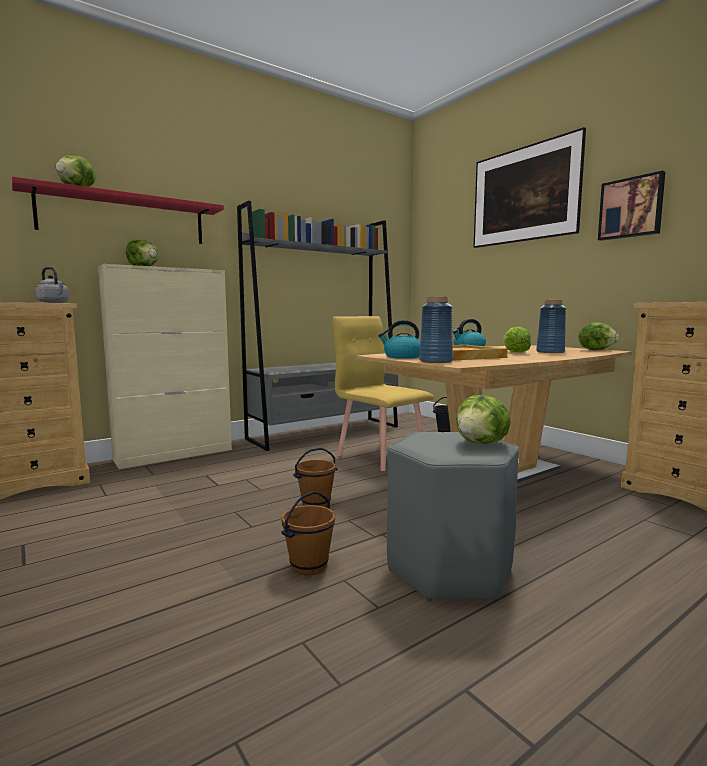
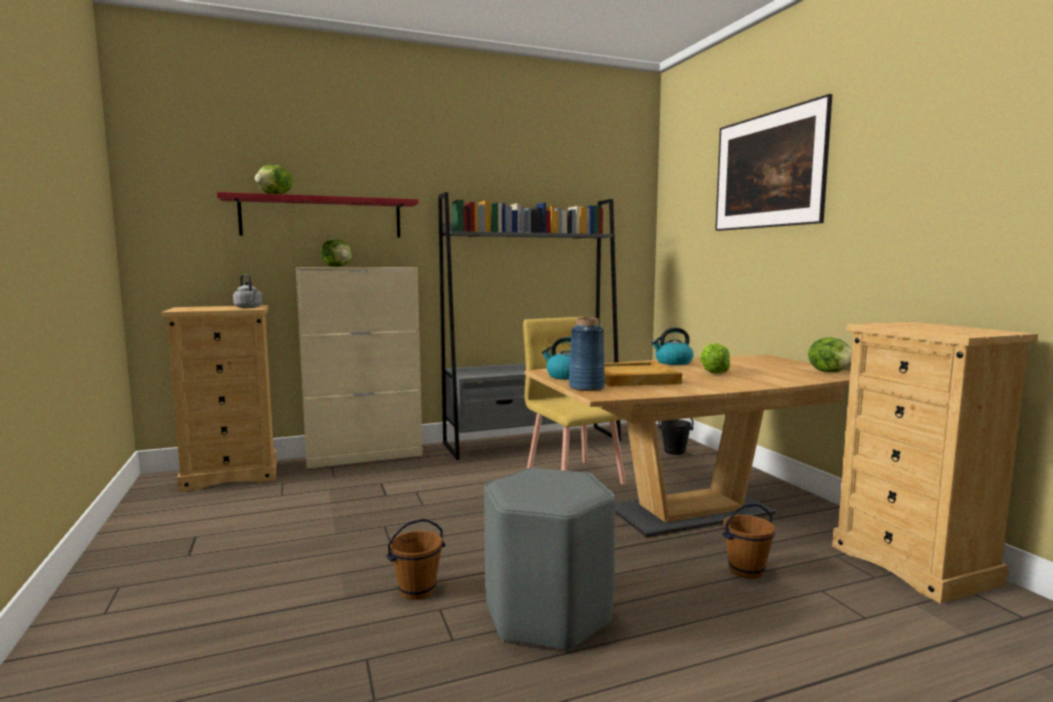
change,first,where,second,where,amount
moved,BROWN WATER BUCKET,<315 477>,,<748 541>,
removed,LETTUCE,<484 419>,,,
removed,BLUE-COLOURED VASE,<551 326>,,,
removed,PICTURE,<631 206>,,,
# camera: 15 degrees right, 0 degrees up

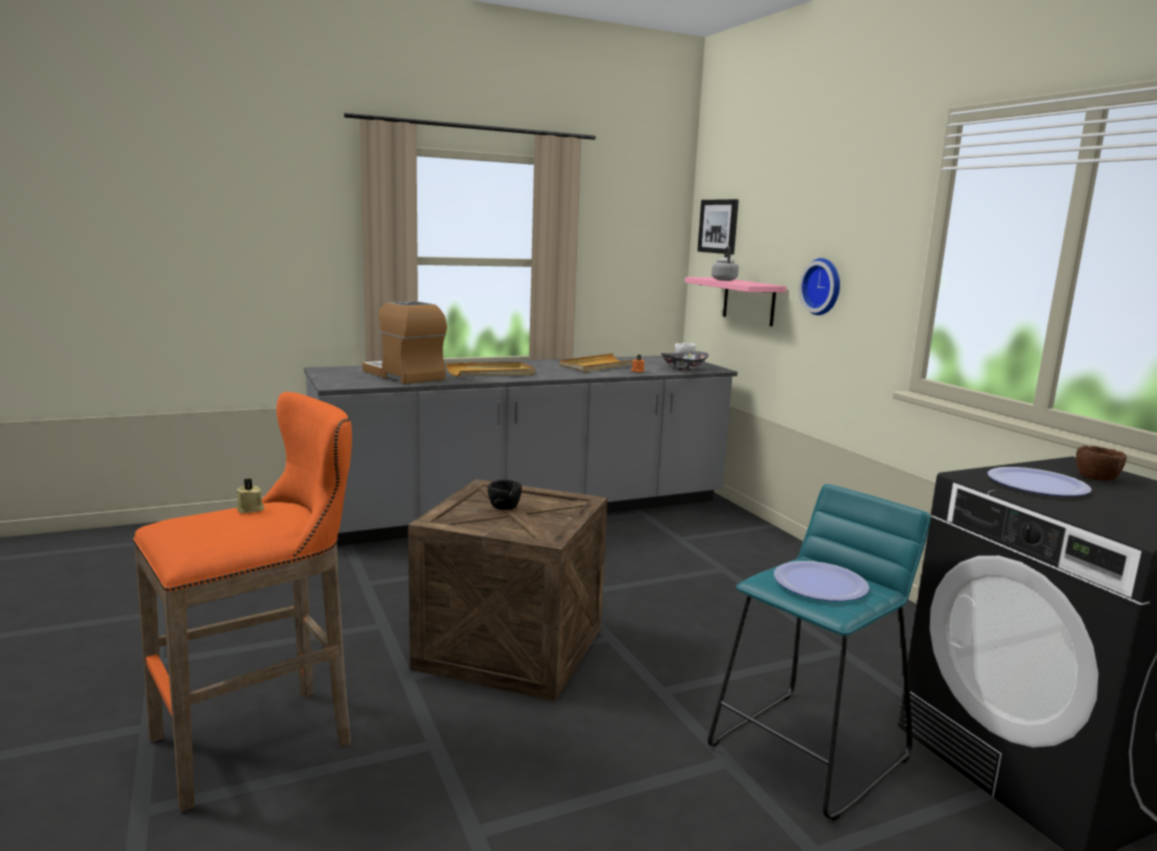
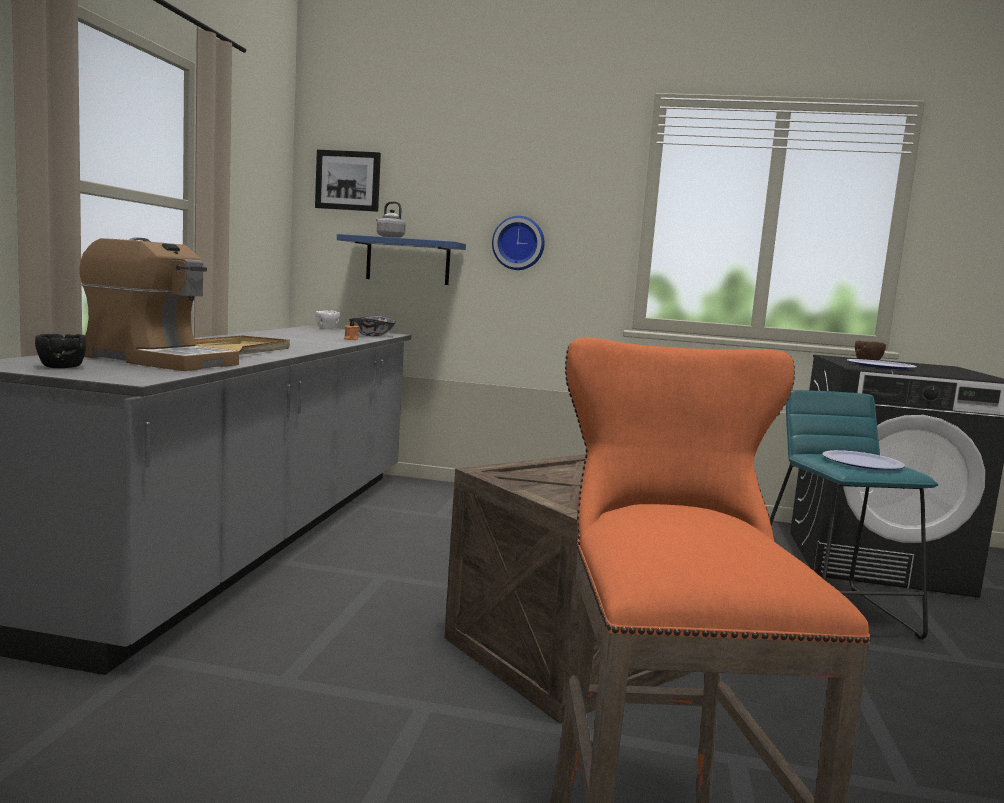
change,first,where,second,where,amount
moved,BLACKISH DEEP DISH,<505 495>,,<60 351>,
turned,COFFEE MAKER,<404 342>,,<159 304>,150 degrees counterclockwise
recoloured,PINK BRACKET SHELF,<735 301>,BLUE-COLOURED BRACKET SHELF,<401 259>,
removed,BEIGE WAX CANDLE,<250 495>,,,
removed,BEIGE TRAY,<596 362>,,,
# camera: 55 degrees left, 5 degrees down

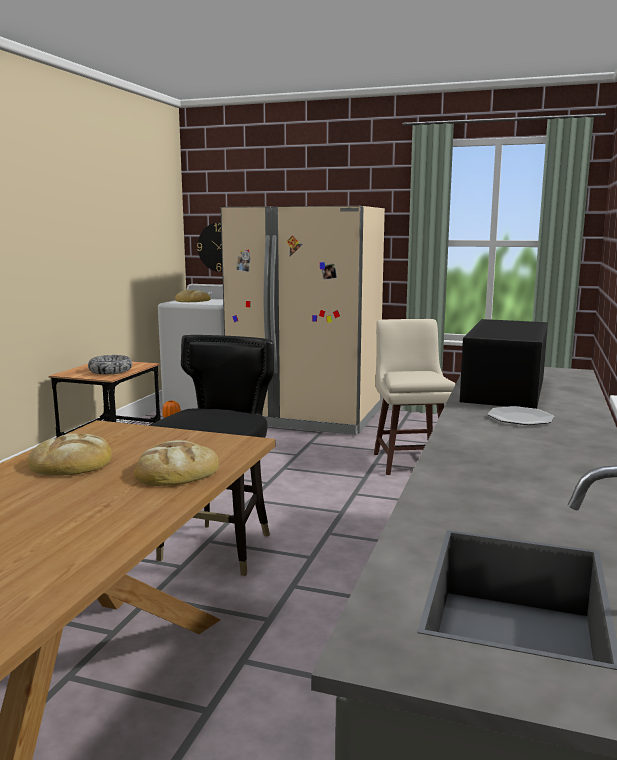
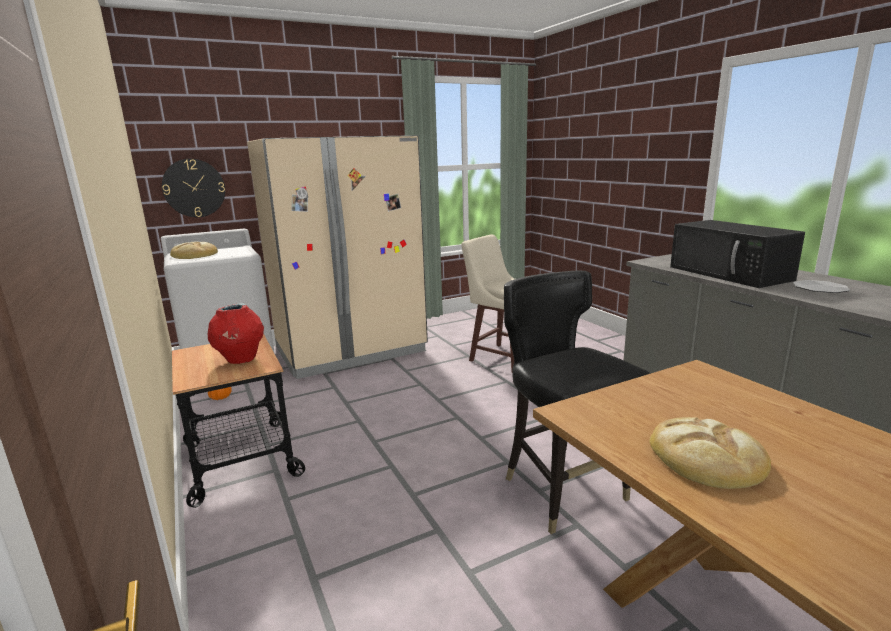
change,first,where,second,where,amount
replaced,DEEP DISH,<110 364>,RED-COLOURED VASE,<236 333>,
removed,BAKERY BREAD,<176 463>,,,
# camera: 45 degrees left, 5 degrees up

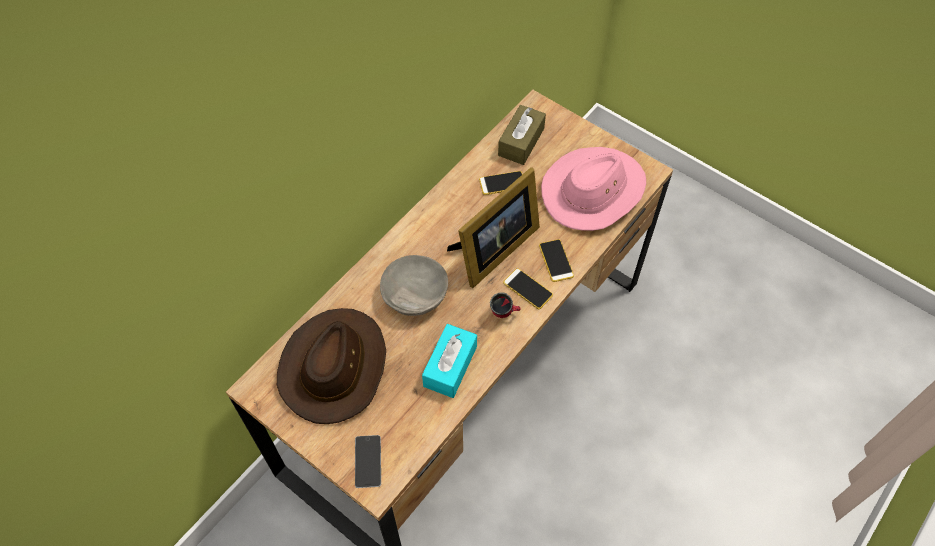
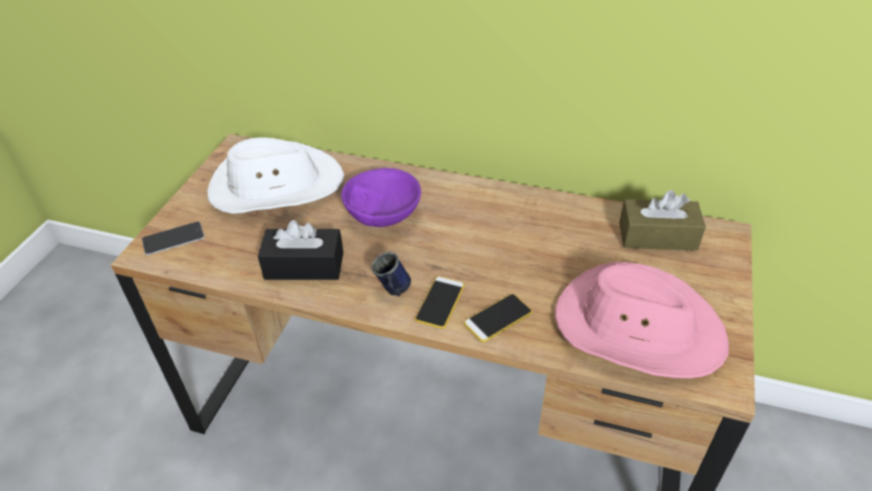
change,first,where,second,where,amount
recoloured,BROWN HAT,<331 366>,WHITE HAT,<275 176>,
recoloured,TURQUOISE-COLOURED TISSUE BOX,<449 361>,BLACKISH TISSUE BOX,<300 250>,
recoloured,GRAY DEEP DISH,<414 285>,PURPLE-COLOURED DEEP DISH,<381 197>,
recoloured,RED-COLOURED COFFEE MUG,<505 305>,BLUE-COLOURED COFFEE MUG,<391 274>,
removed,STANDING FRAME,<493 227>,,,
removed,HANDSET,<500 183>,,,
# camera: 70 degrees right, 15 degrees down

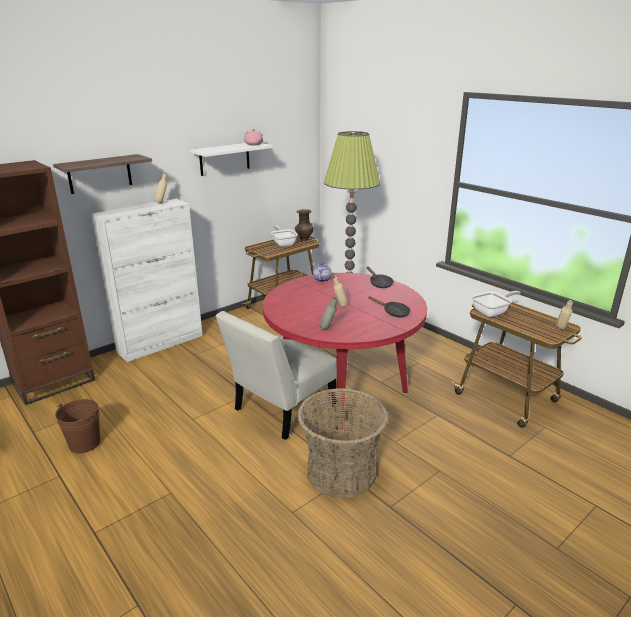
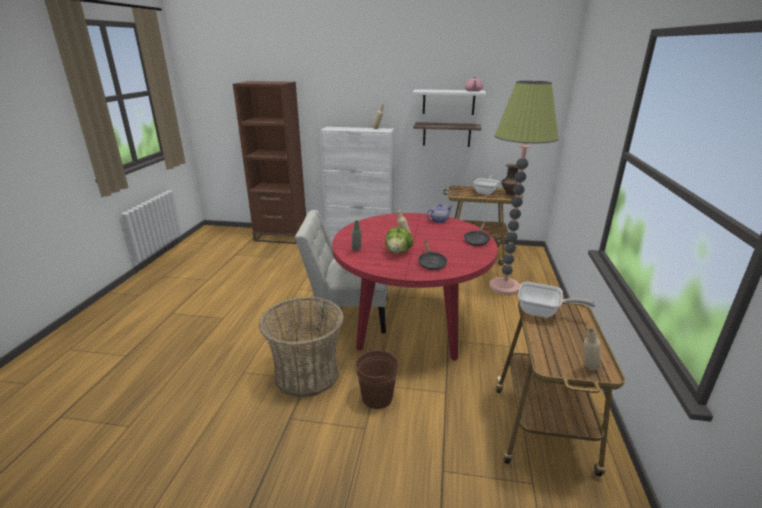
change,first,where,second,where,amount
moved,BROWN WATER BUCKET,<77 426>,,<376 378>,
added,,,LETTUCE,<399 240>,
moved,BRACKET SHELF,<102 174>,,<447 134>,
# camera: 50 degrees right, 0 degrees up

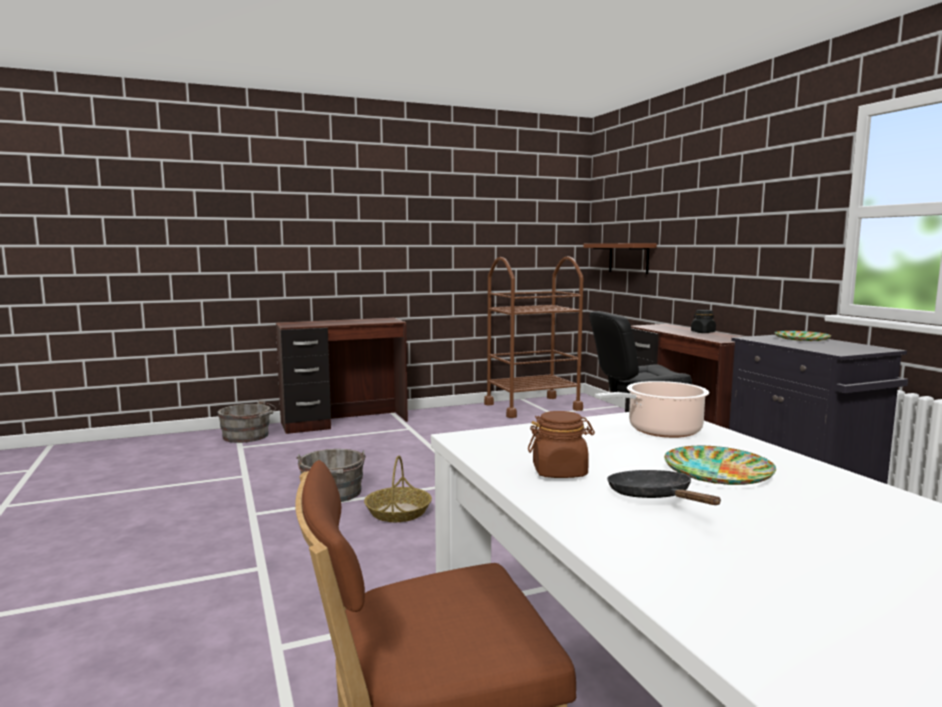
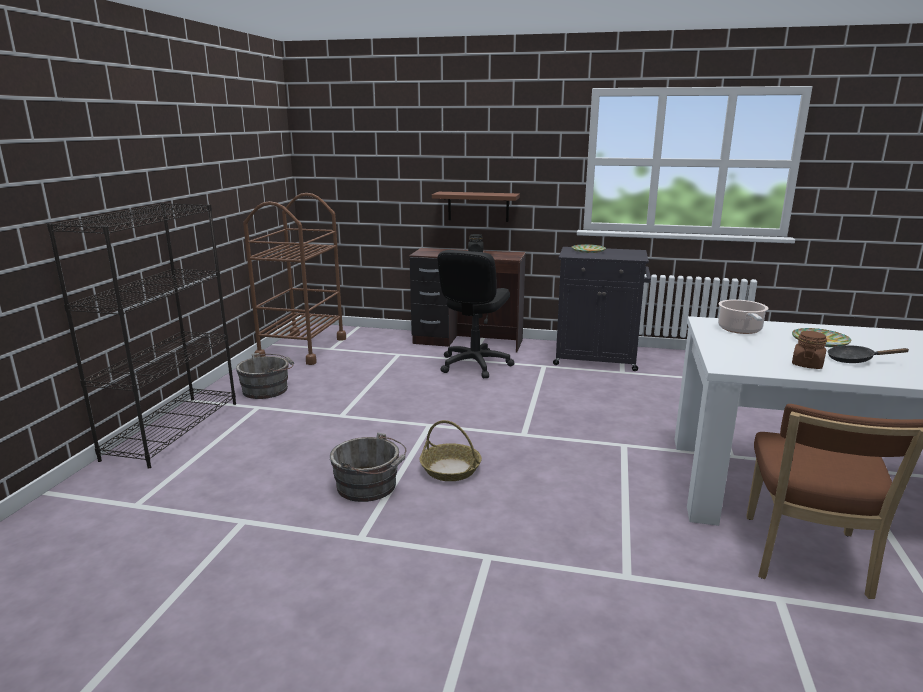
change,first,where,second,where,amount
replaced,BROWN DESK,<342 376>,BLACKISH BOOKCASE,<141 336>,
moved,GRAY WATER BUCKET,<246 421>,,<265 376>,
moved,BROWN BRACKET SHELF,<620 258>,,<476 207>,
# camera: 55 degrees left, 10 degrees up

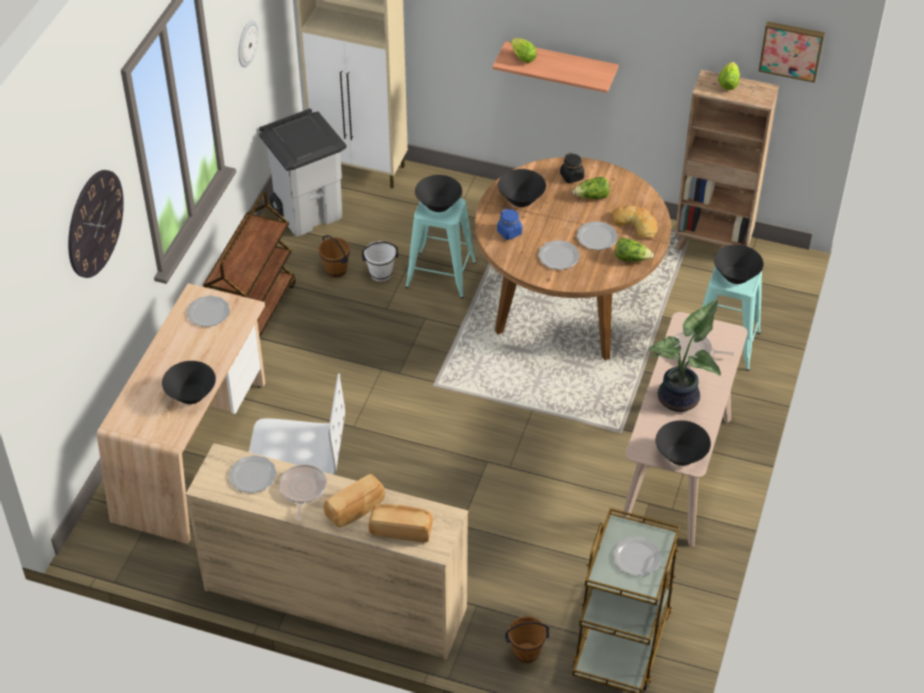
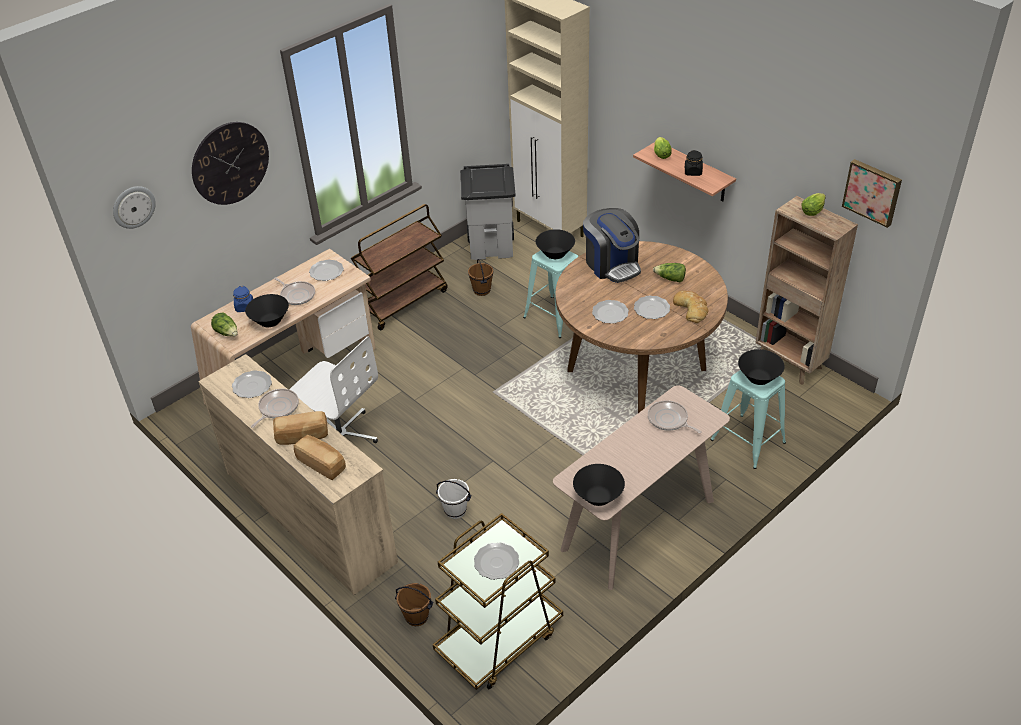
change,first,where,second,where,amount
moved,HANGING CLOCK,<248 43>,,<134 207>,
moved,LETTUCE,<634 250>,,<224 325>,
moved,BLUE-COLOURED STORAGE JAR,<509 224>,,<243 299>,
added,,,SKILLET,<294 291>,
moved,WHITE WATER BUCKET,<380 261>,,<453 499>,
replaced,BLACKISH DEEP DISH,<522 188>,COFFEE MAKER,<612 245>,
moved,BLACKISH STORAGE JAR,<572 168>,,<694 163>,
removed,PLANT IN A POT,<684 355>,,,
# camera: 30 degrees right, 5 degrees down

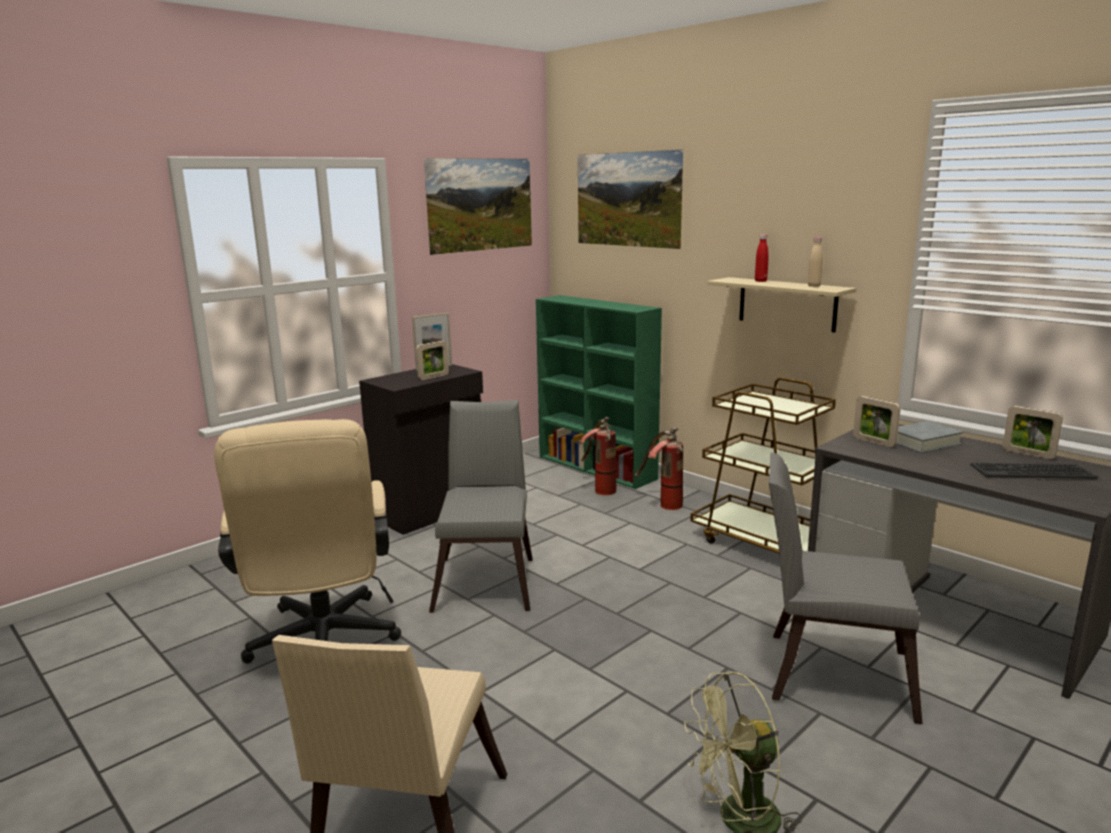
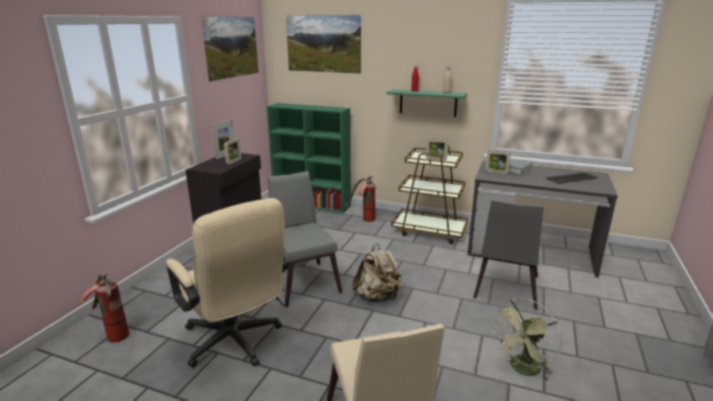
change,first,where,second,where,amount
moved,EXTINGUISHER,<597 456>,,<104 308>,
added,,,BEIGE BACKPACK,<377 272>,
recoloured,BEIGE BRACKET SHELF,<782 304>,GREEN BRACKET SHELF,<426 103>,
moved,STANDING FRAME,<1033 432>,,<437 149>,
turned,GRAY UPRIGHT CHAIR,<846 588>,,<508 254>,60 degrees counterclockwise
# camera: 25 degrees left, 5 degrees up

